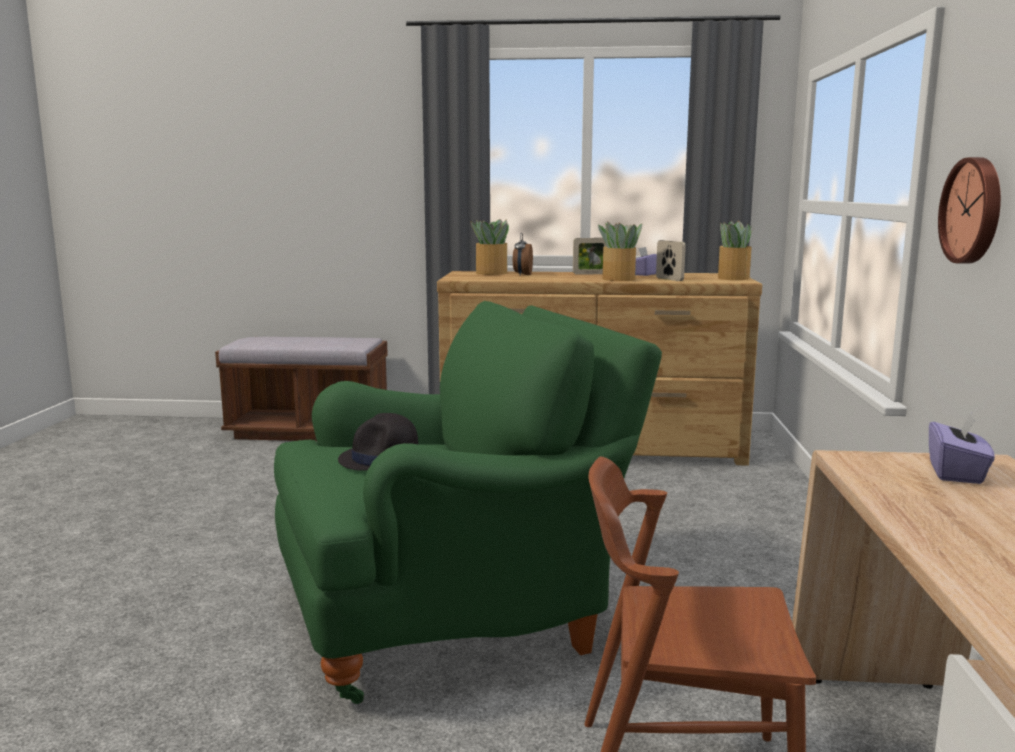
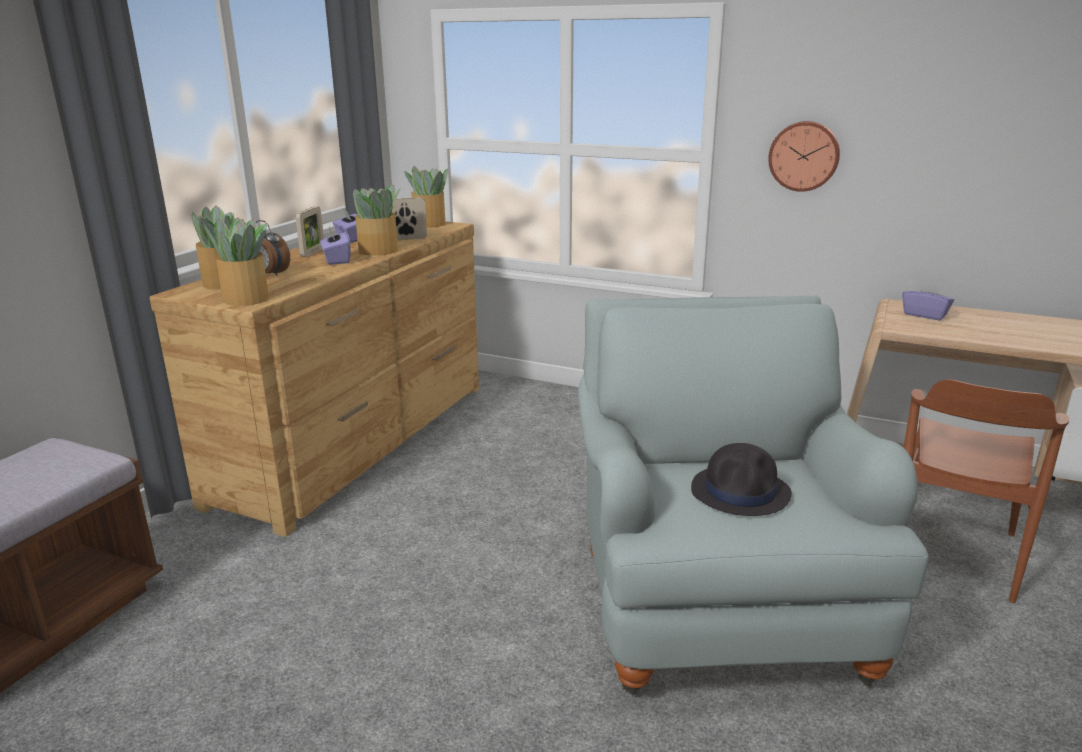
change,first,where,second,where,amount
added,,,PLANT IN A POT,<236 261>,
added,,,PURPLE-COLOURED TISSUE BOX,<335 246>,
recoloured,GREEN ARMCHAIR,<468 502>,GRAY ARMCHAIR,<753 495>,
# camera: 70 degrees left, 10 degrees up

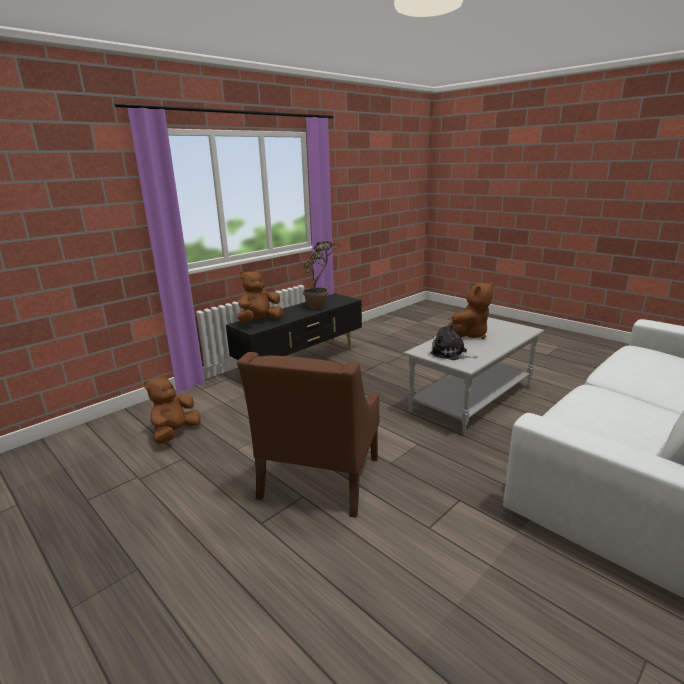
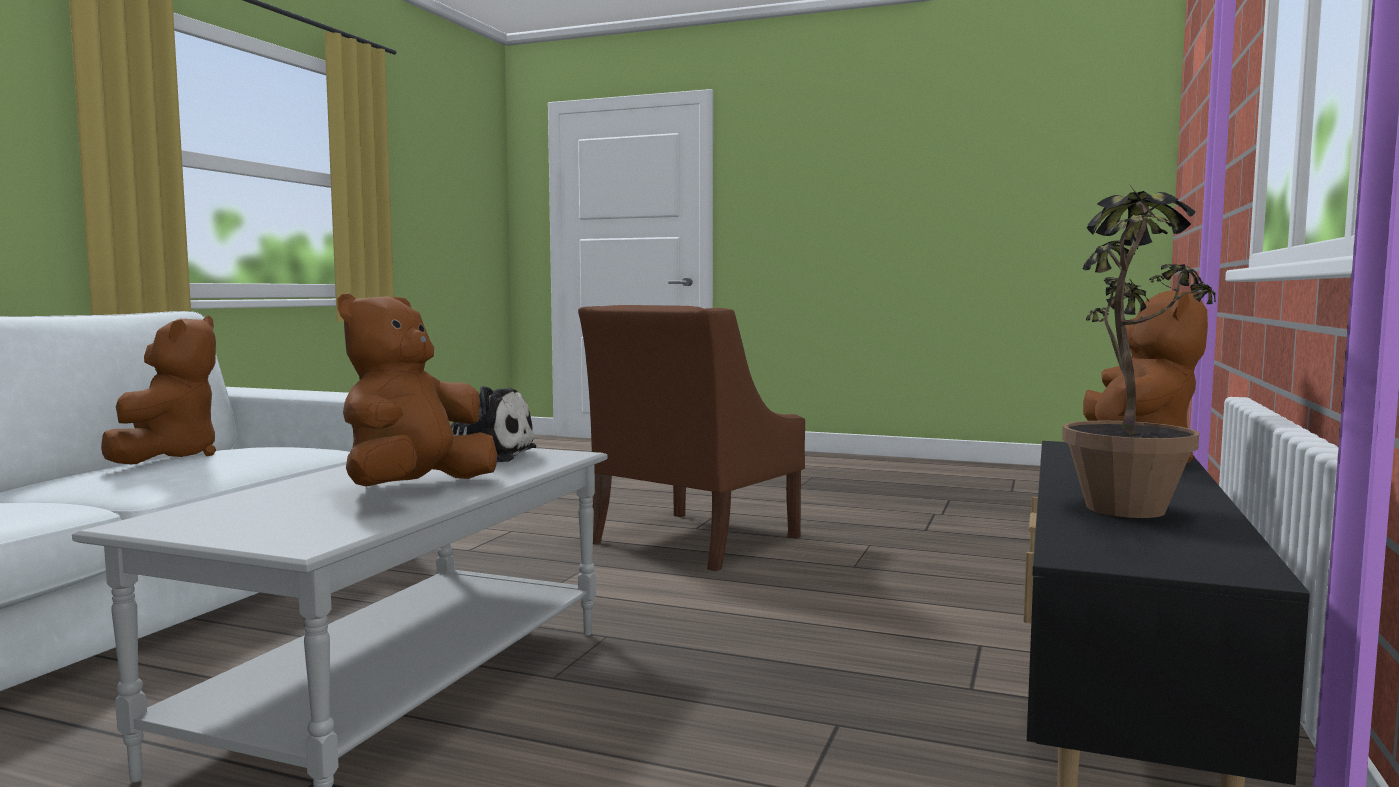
change,first,where,second,where,amount
moved,BROWN PLUSH TOY,<172 409>,,<158 390>,
turned,BROWN ARMCHAIR,<308 435>,,<691 438>,135 degrees counterclockwise
# camera: 155 degrees right, 15 degrees down

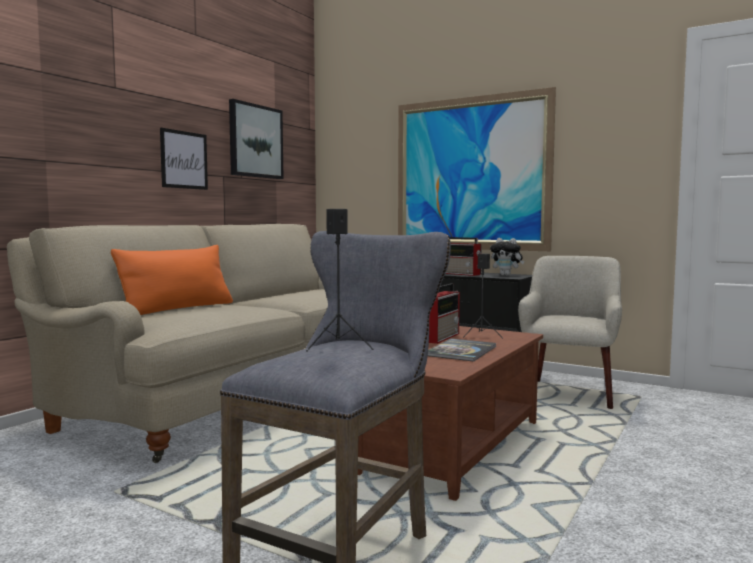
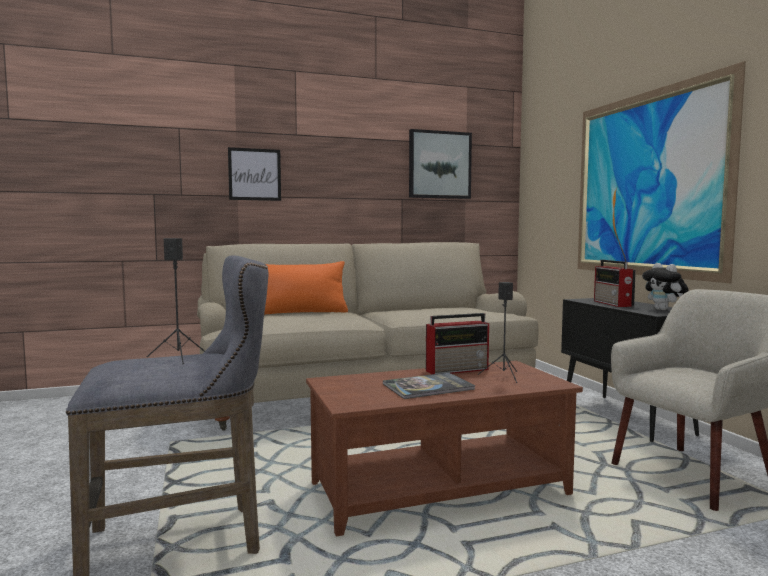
change,first,where,second,where,amount
moved,PICTURE,<184 159>,,<254 174>,
# camera: 40 degrees right, 0 degrees up

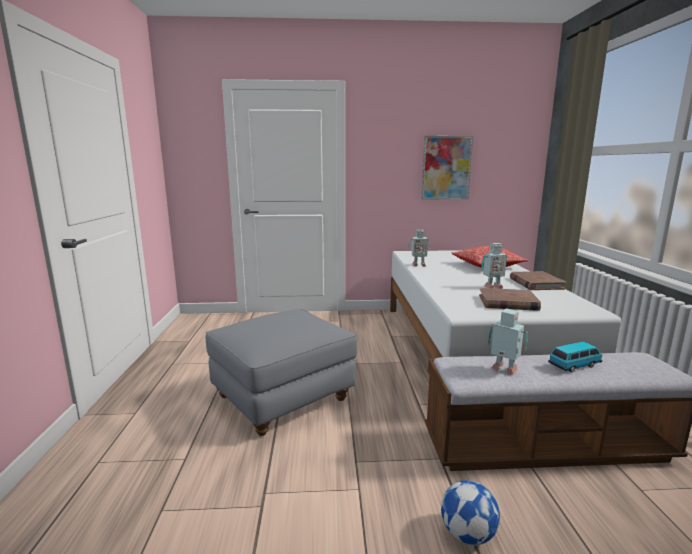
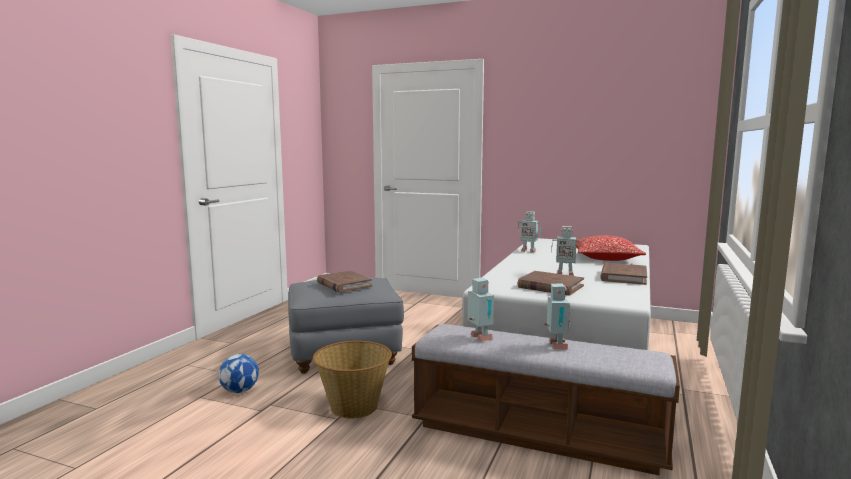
change,first,where,second,where,amount
moved,FOOTBALL BALL,<470 512>,,<238 373>,
added,,,BASKET,<352 379>,
added,,,BROWN BOUND BOOK,<344 281>,
replaced,MINIATURE CAR,<575 357>,MODEL ROBOT,<557 316>,
removed,PICTURE,<447 167>,,,
# camera: 25 degrees right, 5 degrees down

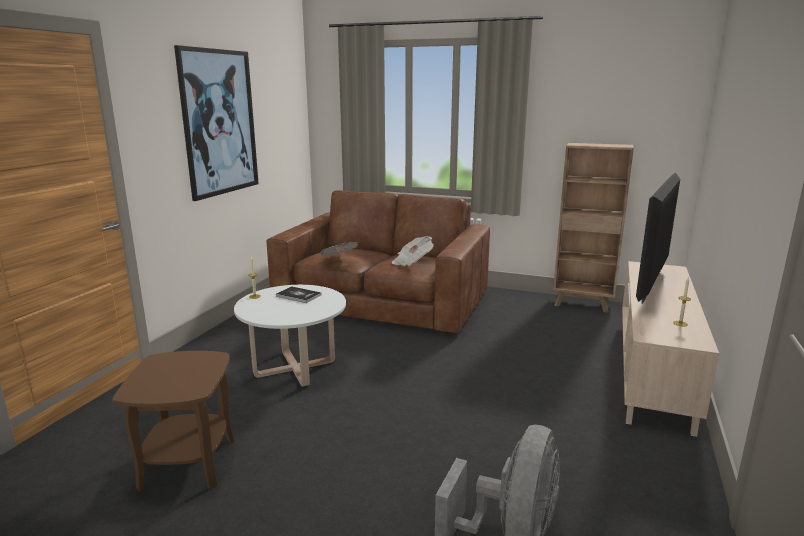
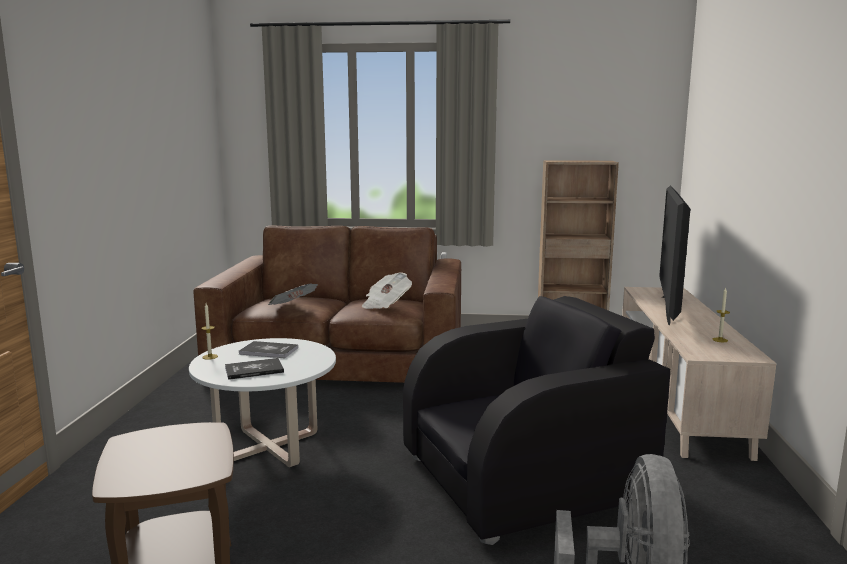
change,first,where,second,where,amount
added,,,BOUND BOOK,<254 369>,
added,,,BLACKISH ARMCHAIR,<536 420>,
removed,PICTURE,<216 123>,,,
# camera: 15 degrees left, 5 degrees down

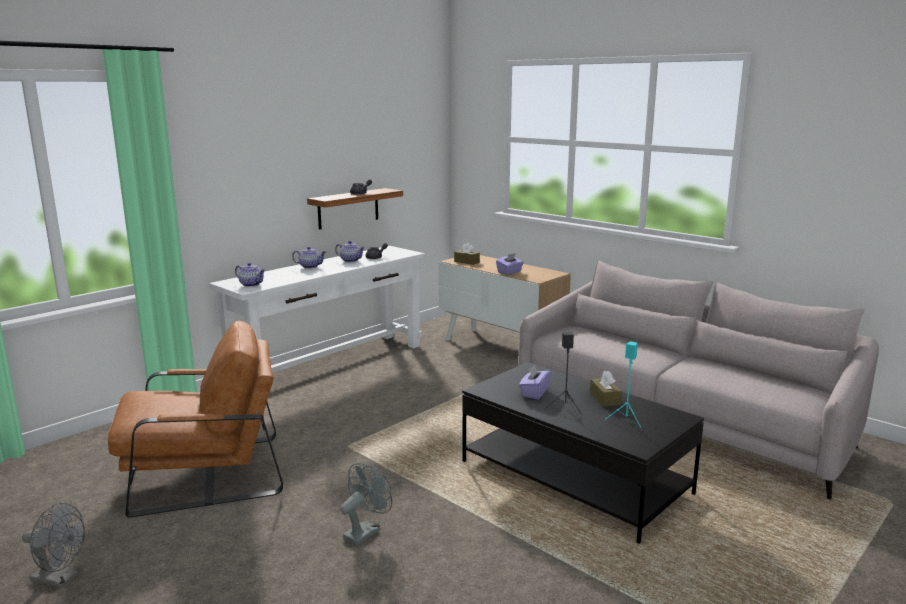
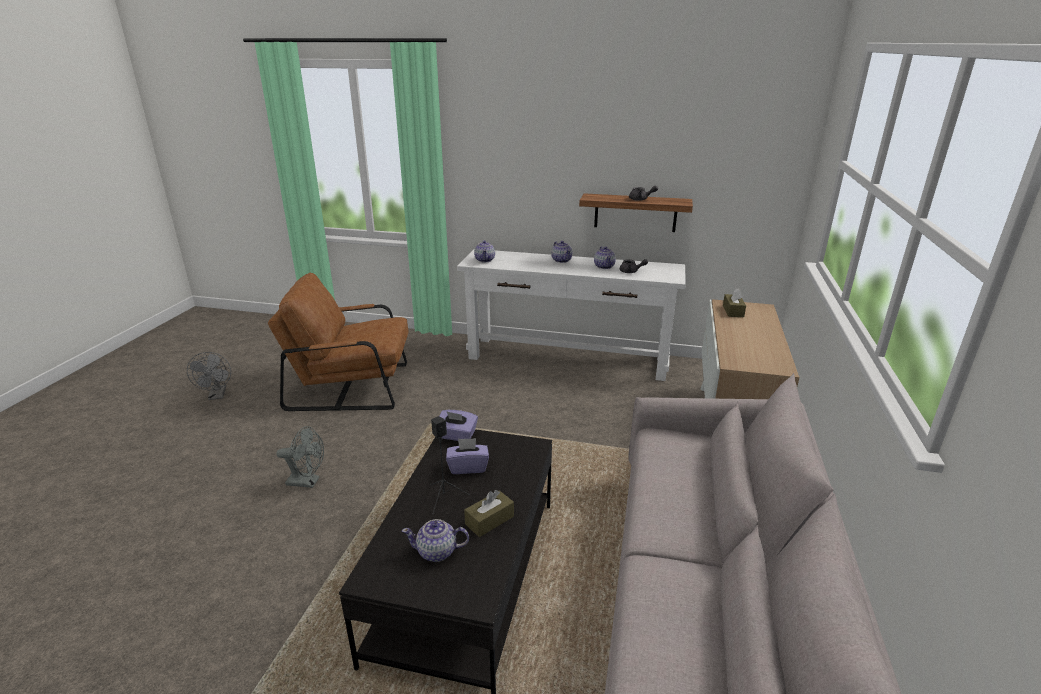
change,first,where,second,where,amount
turned,BROWN ARMCHAIR,<195 419>,,<338 342>,135 degrees clockwise
replaced,TURQUOISE-COLOURED LOUDSPEAKER,<623 385>,POT FOR TEA,<435 540>,
moved,PURPLE-COLOURED TISSUE BOX,<510 264>,,<459 425>,
# camera: 60 degrees right, 10 degrees up

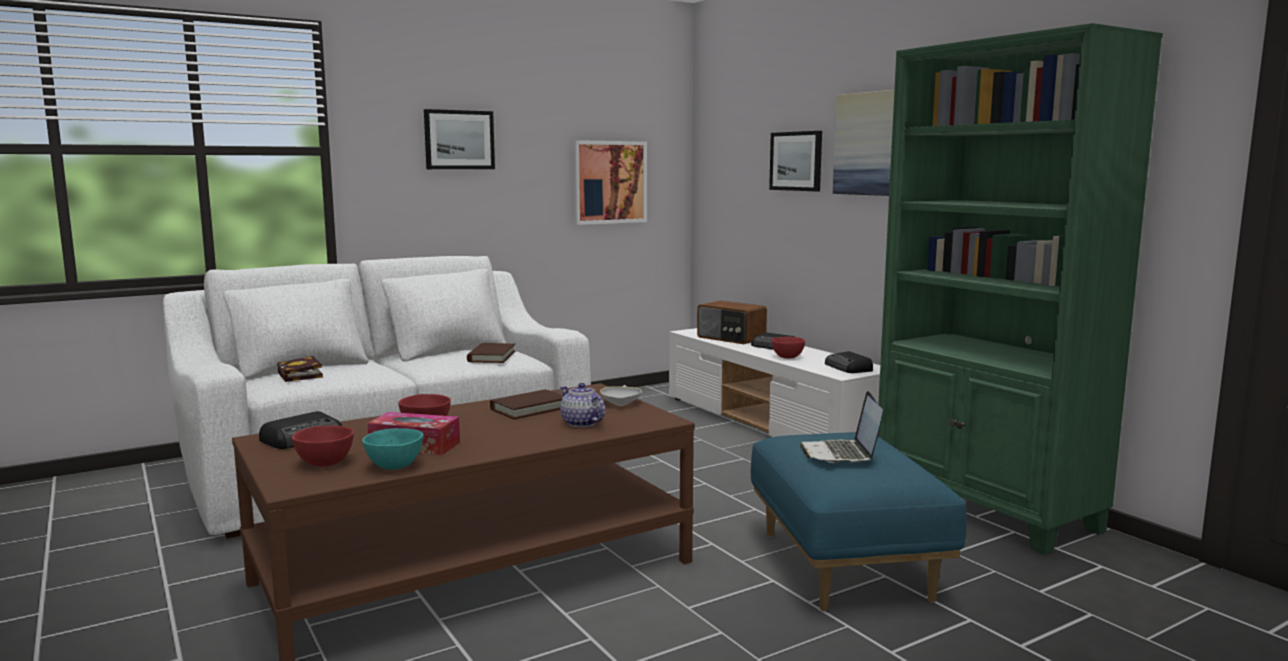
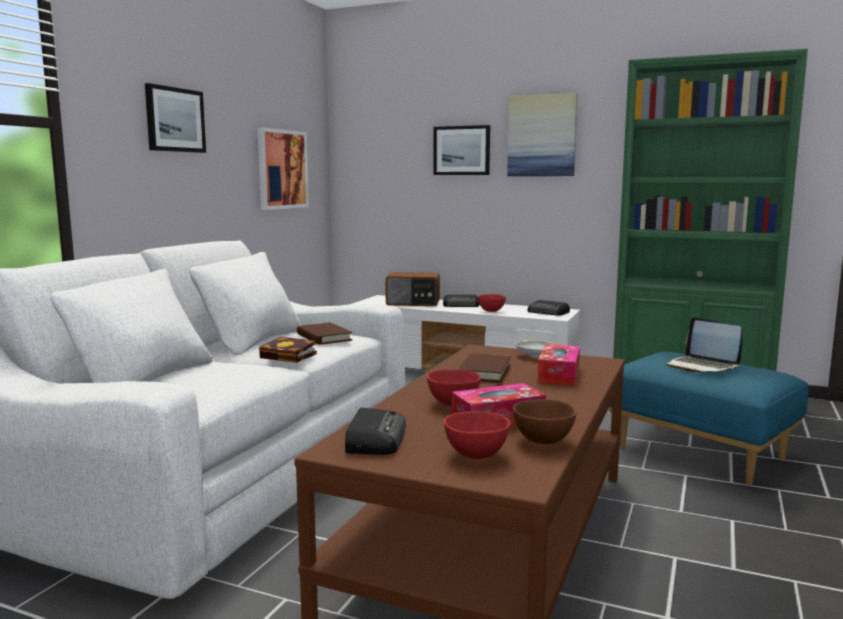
change,first,where,second,where,amount
moved,BOUND BOOK,<300 369>,,<288 350>,
recoloured,TURQUOISE-COLOURED DEEP DISH,<392 449>,BROWN DEEP DISH,<544 421>,
replaced,POT FOR TEA,<582 405>,TISSUE BOX,<558 365>,
# camera: 35 degrees left, 0 degrees up

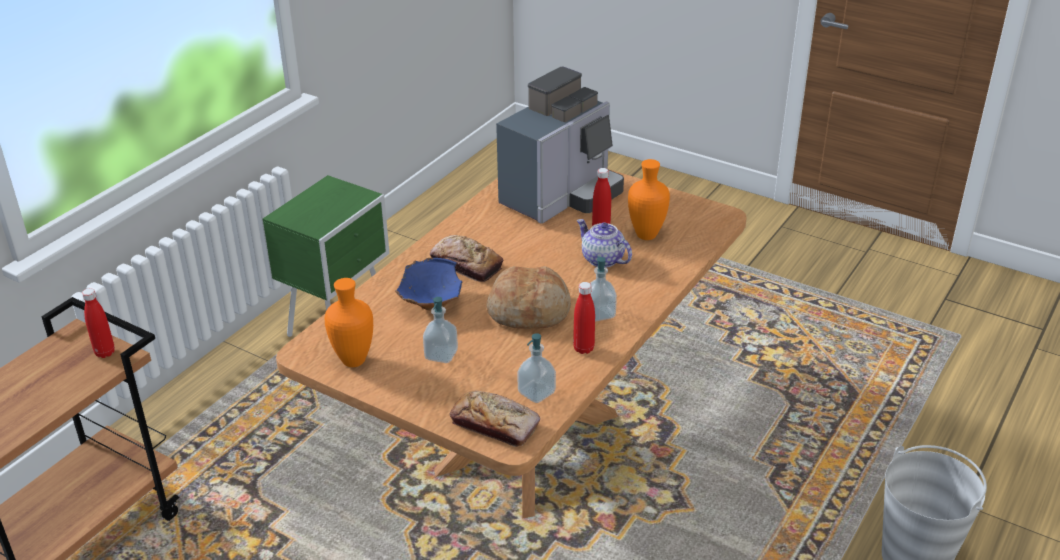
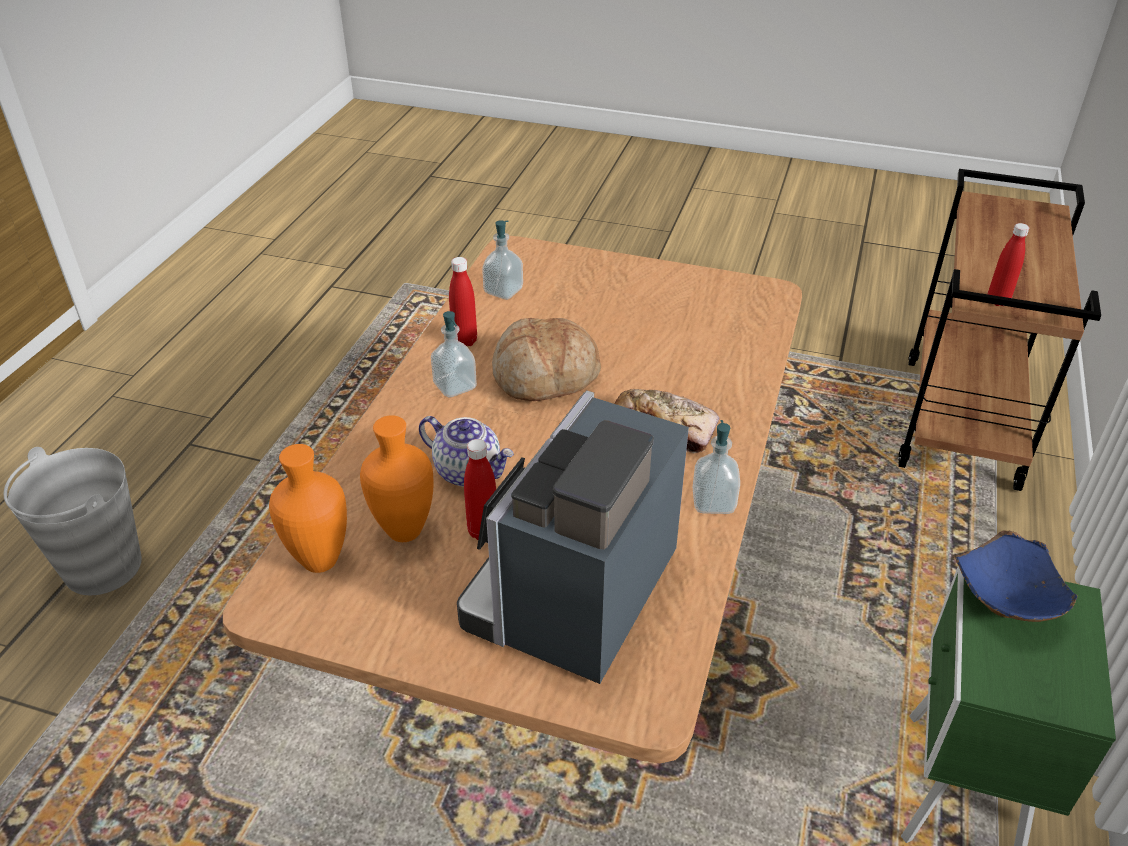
change,first,where,second,where,amount
moved,ORANGE VASE,<349 322>,,<308 508>,
moved,LIQUID SOAP BOTTLE,<440 330>,,<716 467>,
moved,BLUE-COLOURED DEEP DISH,<428 284>,,<1016 576>,
removed,BAKERY BREAD,<495 418>,,,
# camera: 165 degrees right, 5 degrees up

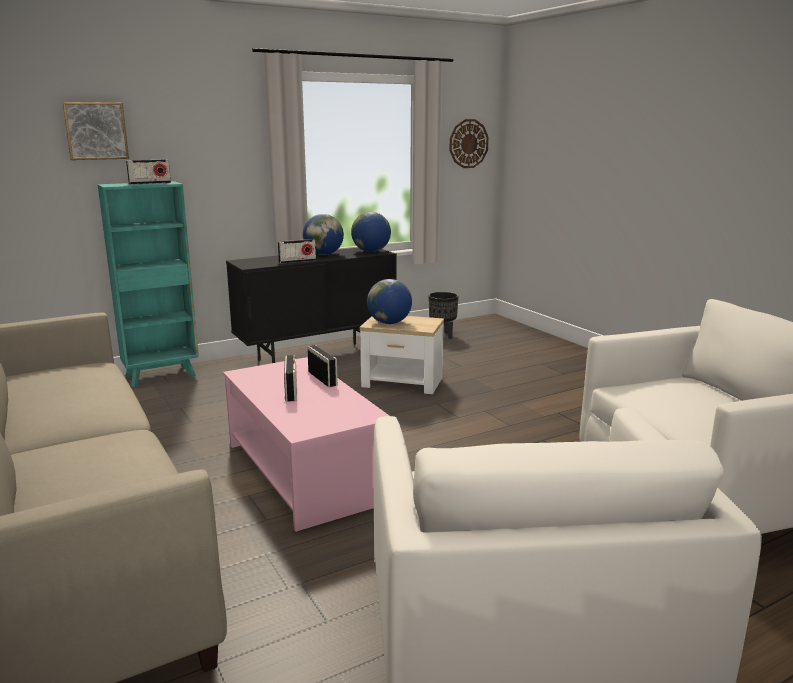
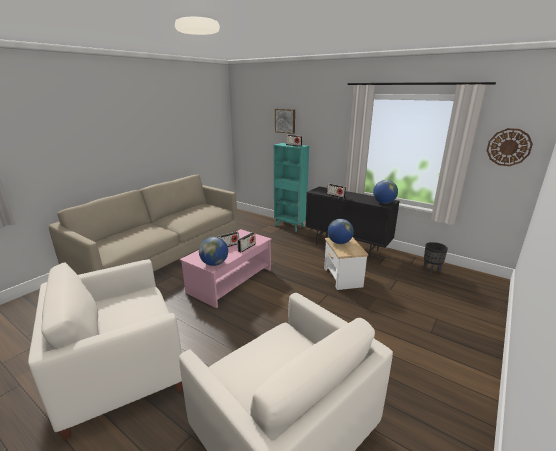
change,first,where,second,where,amount
moved,DESK GLOBE,<323 234>,,<213 251>,
# camera: 65 degrees right, 5 degrees up

